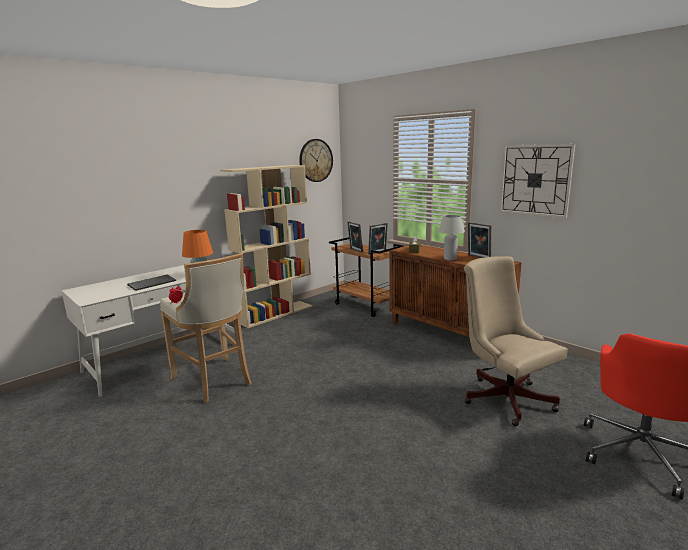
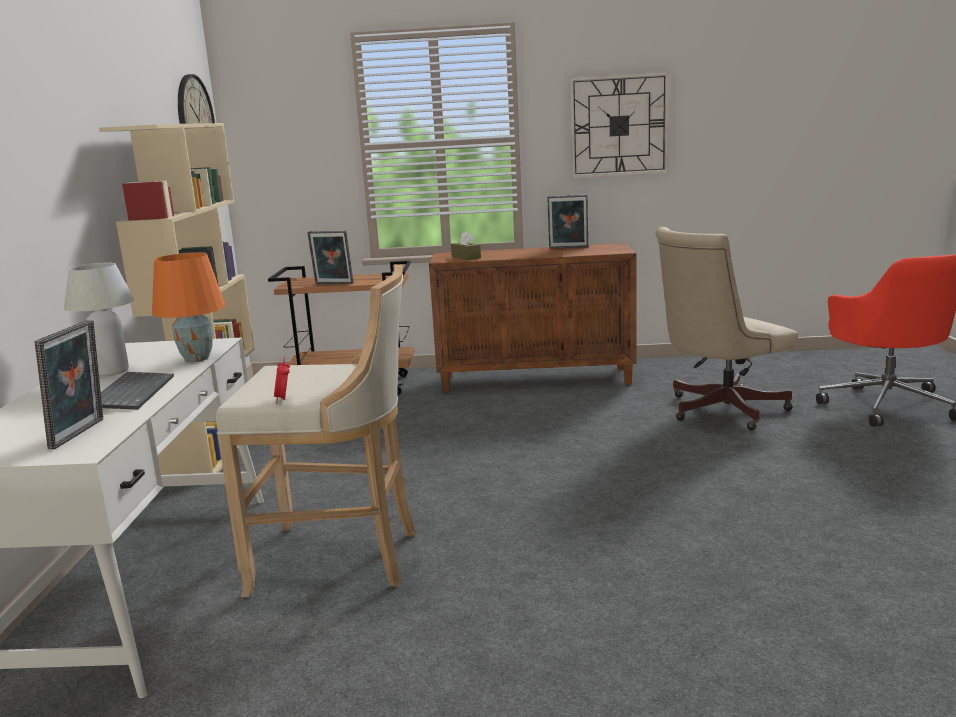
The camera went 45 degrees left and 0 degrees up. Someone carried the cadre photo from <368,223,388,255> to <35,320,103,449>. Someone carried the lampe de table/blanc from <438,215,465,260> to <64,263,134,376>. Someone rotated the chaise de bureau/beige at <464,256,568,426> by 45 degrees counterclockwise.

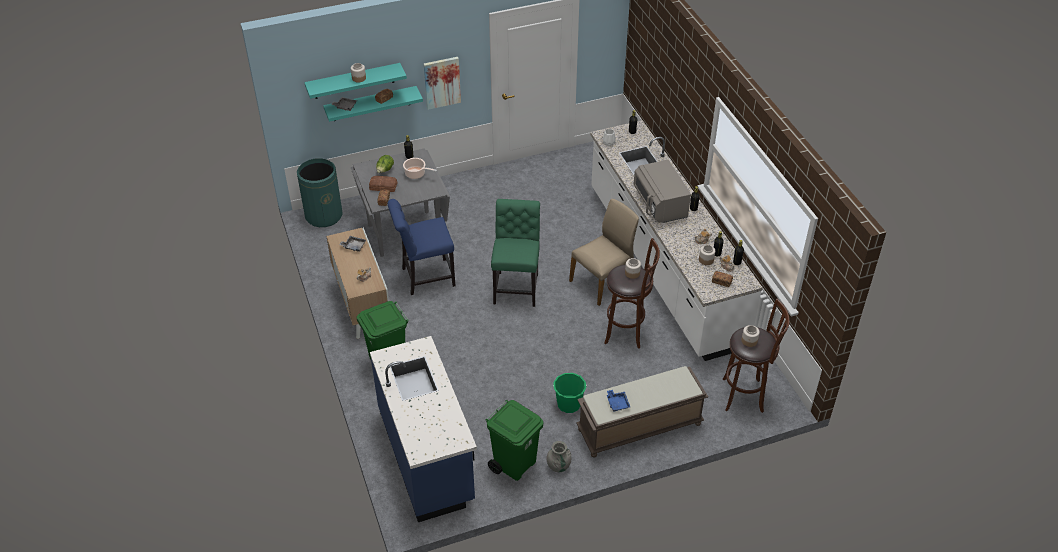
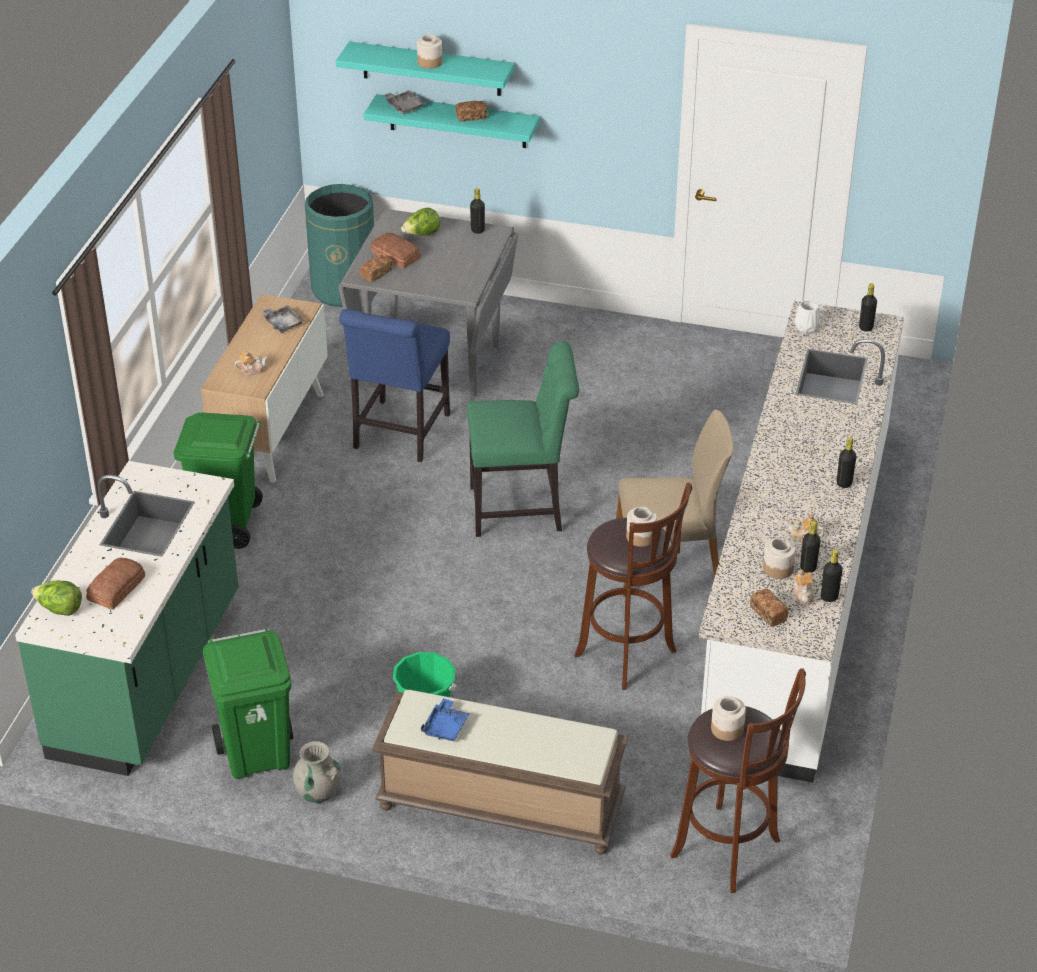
The camera went 35 degrees right and 5 degrees down. Someone took away the marmite at <403,158,437,179>. Someone took away the tableau at <424,57,461,110>. Someone took away the micro-ondes/gris at <634,160,691,223>. Someone put down the laitue at <31,580,82,616>. Someone put down the pain at <86,558,145,610>. Someone repainted the comptoir de cuisine/bleu at <370,336,477,522>, which became the comptoir de cuisine/vert at <15,461,239,776>. Someone rotated the chaise/bleu at <388,199,455,295> by 90 degrees counterclockwise. Someone rotated the chaise/vert at <491,199,540,307> by 45 degrees clockwise.

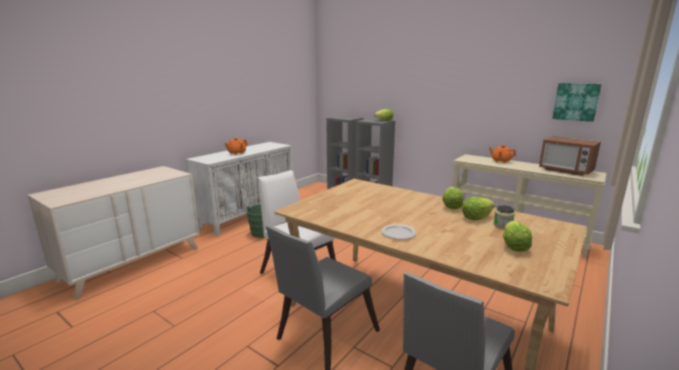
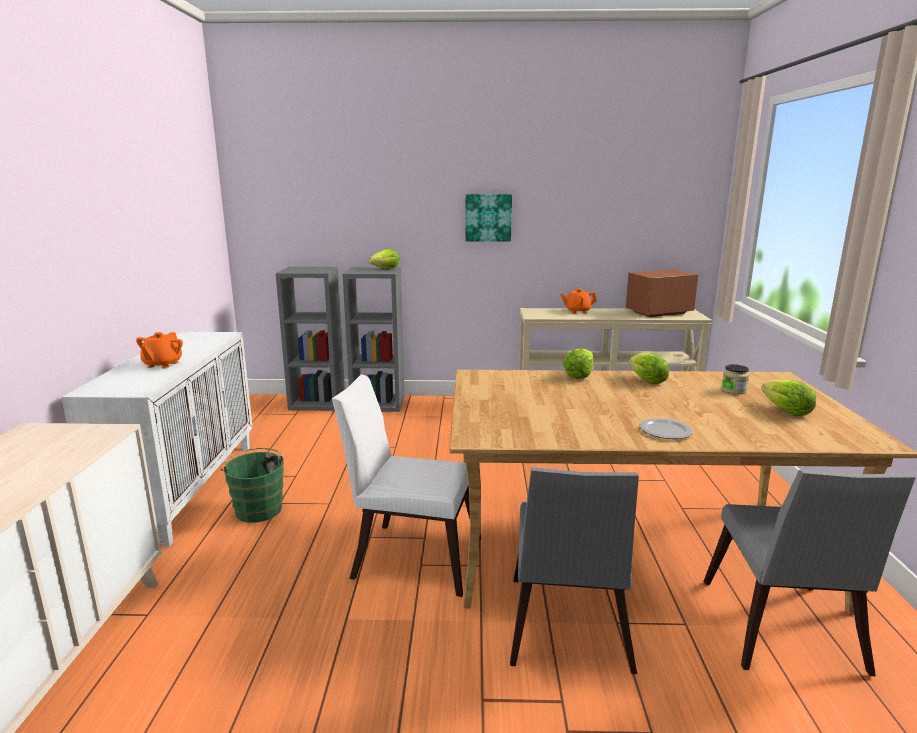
The camera went 35 degrees left and 0 degrees up. Someone carried the laitue from <462,197,495,220> to <563,349,593,379>. Someone carried the tableau from <552,83,602,122> to <465,194,512,242>. Someone rotated the micro-ondes at <539,136,601,176> by 150 degrees clockwise.

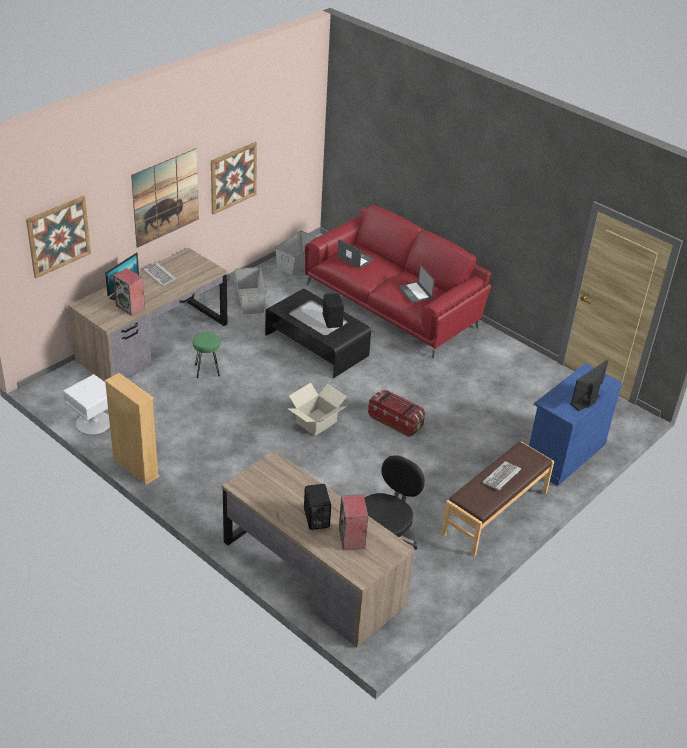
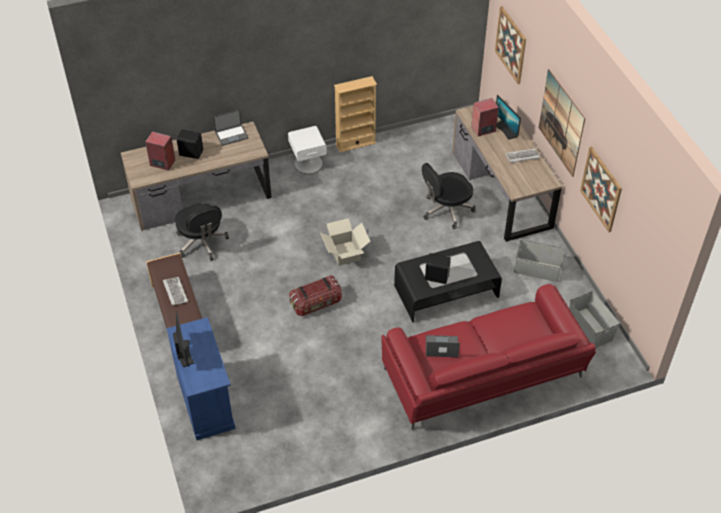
The camera went 120 degrees right and 10 degrees up. Someone carried the table de chevet/blanc from <62,374,110,435> to <288,126,327,174>. Someone carried the ordinateur portable from <337,239,374,269> to <213,110,249,146>. Someone swapped the tabouret/vert at <193,332,220,378> for the chaise de bureau/noir at <422,163,476,229>.

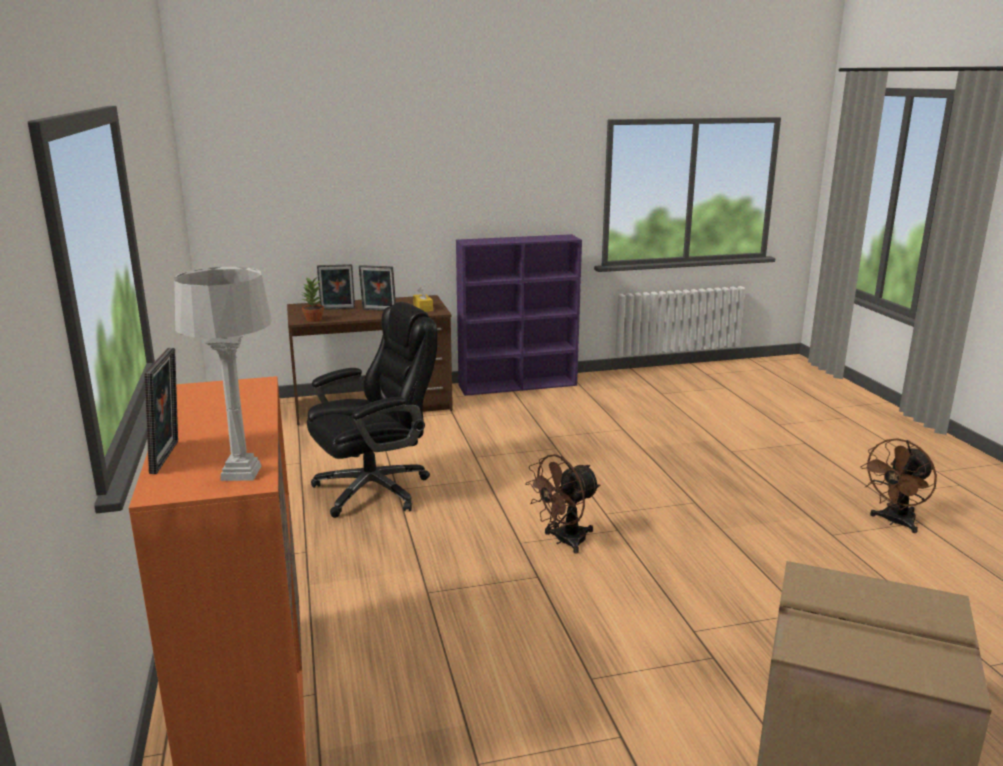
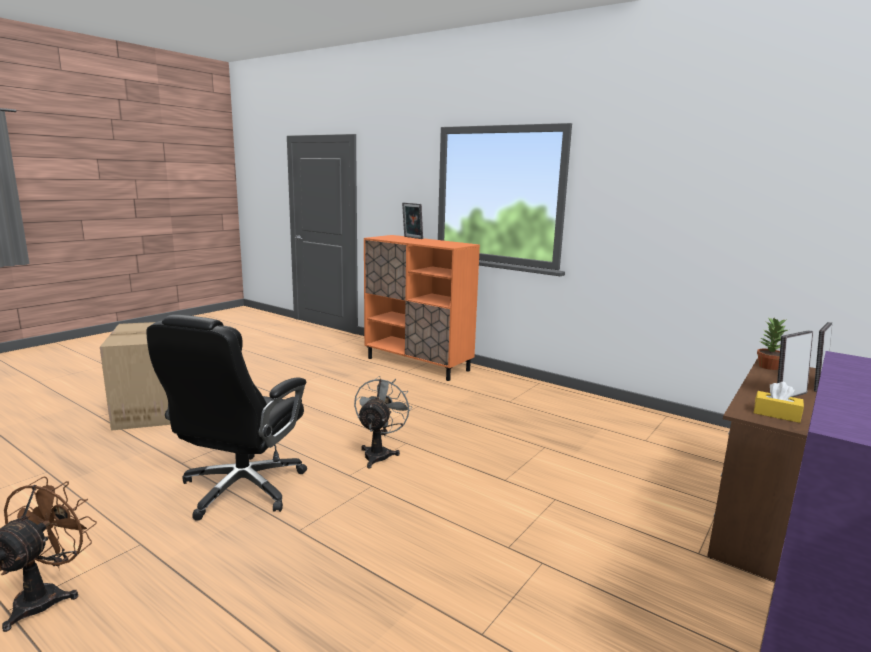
The camera went 140 degrees right and 5 degrees down. Someone took away the lampe de table/gris at <174,267,272,481>. Someone carried the chaise de bureau/noir from <307,302,437,518> to <146,315,307,521>. Someone repainted the ventilateur/marron at <525,454,600,554>, which became the ventilateur/gris at <354,376,412,468>.

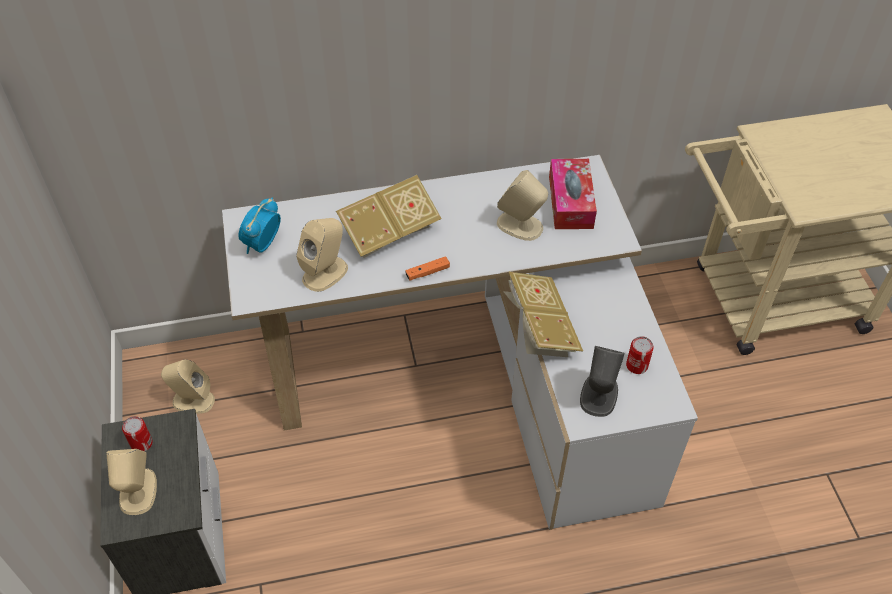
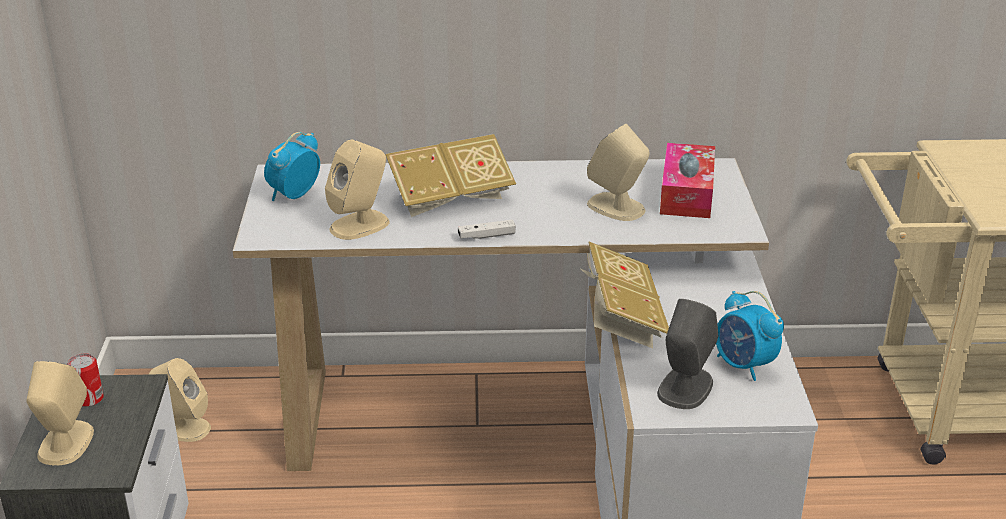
The camera went 10 degrees right and 20 degrees down. Someone swapped the boîte métallique at <626,336,654,374> for the réveil at <716,291,784,381>. Someone repainted the manette/orange at <406,256,450,280>, which became the manette/blanc at <458,220,516,239>.

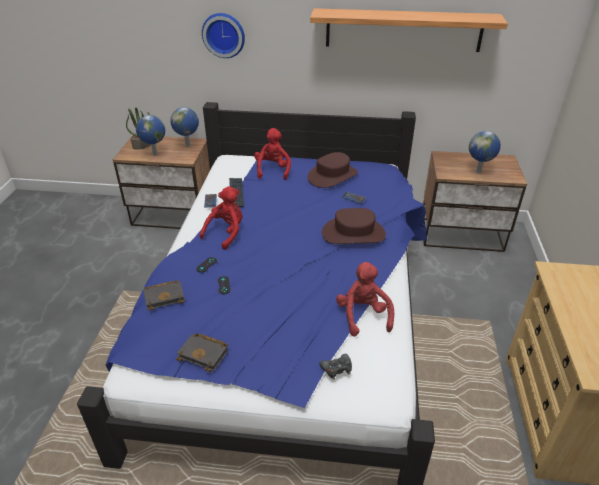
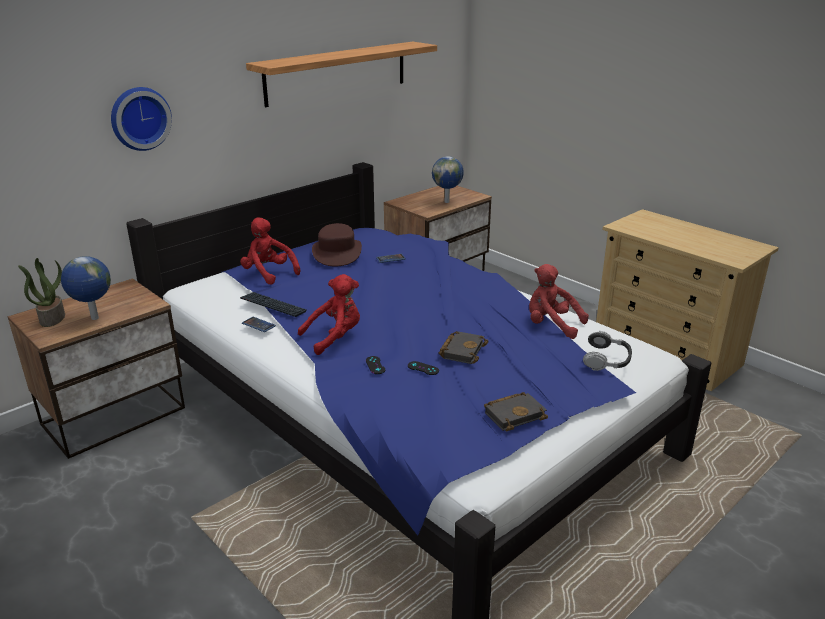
The camera went 50 degrees left and 10 degrees down. Someone took away the globe at <170,107,199,147>. Someone took away the chapeau/marron at <322,208,386,244>. Someone carried the livre/noir from <143,281,185,311> to <439,331,489,364>. Someone swapped the manette/noir at <319,354,352,380> for the casque audio at <583,331,632,371>. Someone rotated the peluche/rouge at <199,186,243,250> by 75 degrees clockwise.

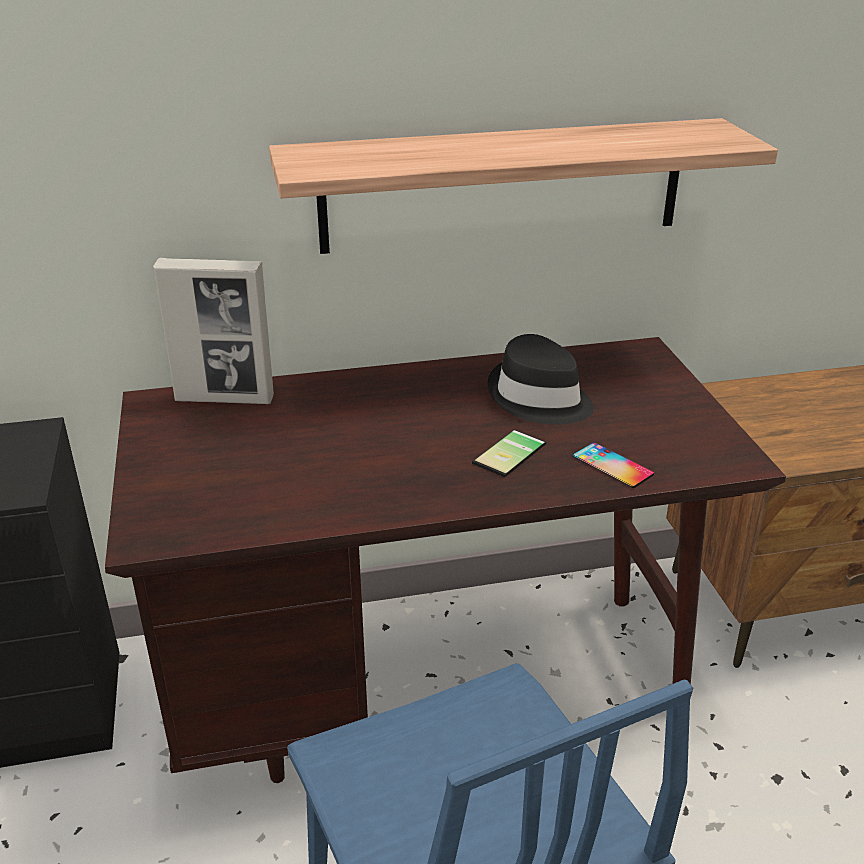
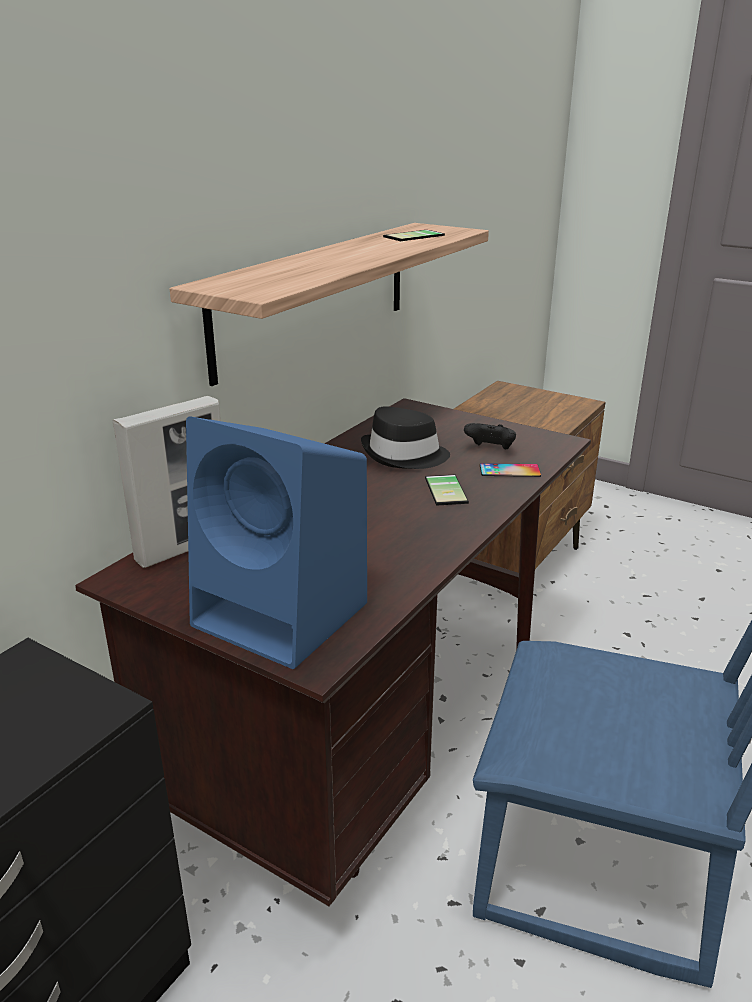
The camera went 45 degrees left and 5 degrees down. Someone put down the enceinte/bleu at <186,416,367,669>. Someone put down the téléphone at <383,230,445,241>. Someone put down the manette/noir at <464,423,516,450>.

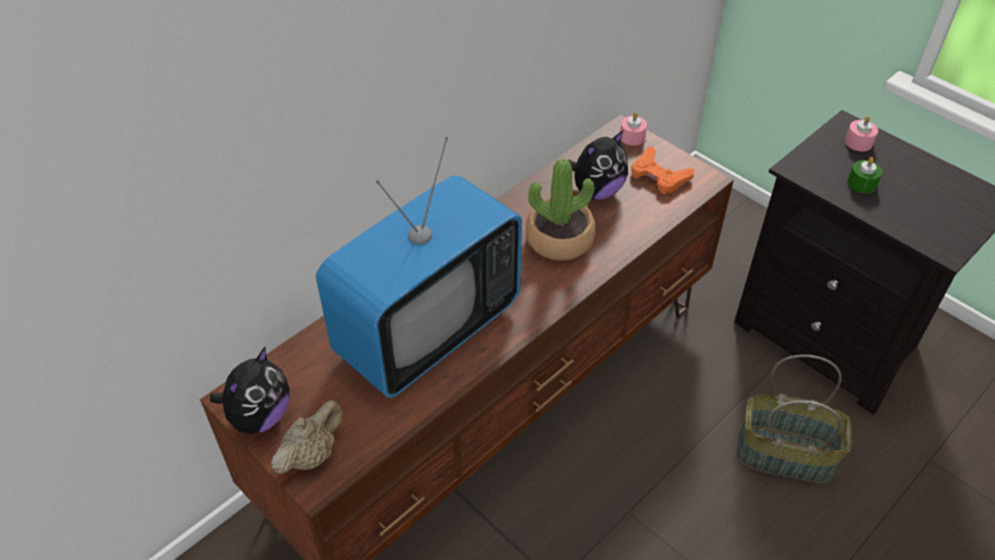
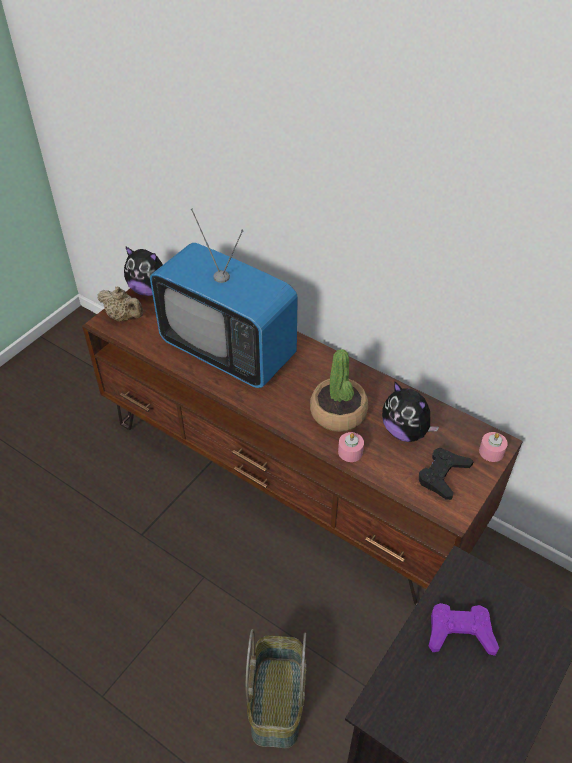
The camera went 80 degrees right and 0 degrees up. Someone carried the bougie/rose from <845,116,878,151> to <338,432,364,462>. Someone swapped the bougie/vert at <847,157,882,193> for the manette/violet at <429,603,499,656>. Someone repainted the manette/orange at <631,146,694,194>, which became the manette/noir at <419,448,474,500>.

